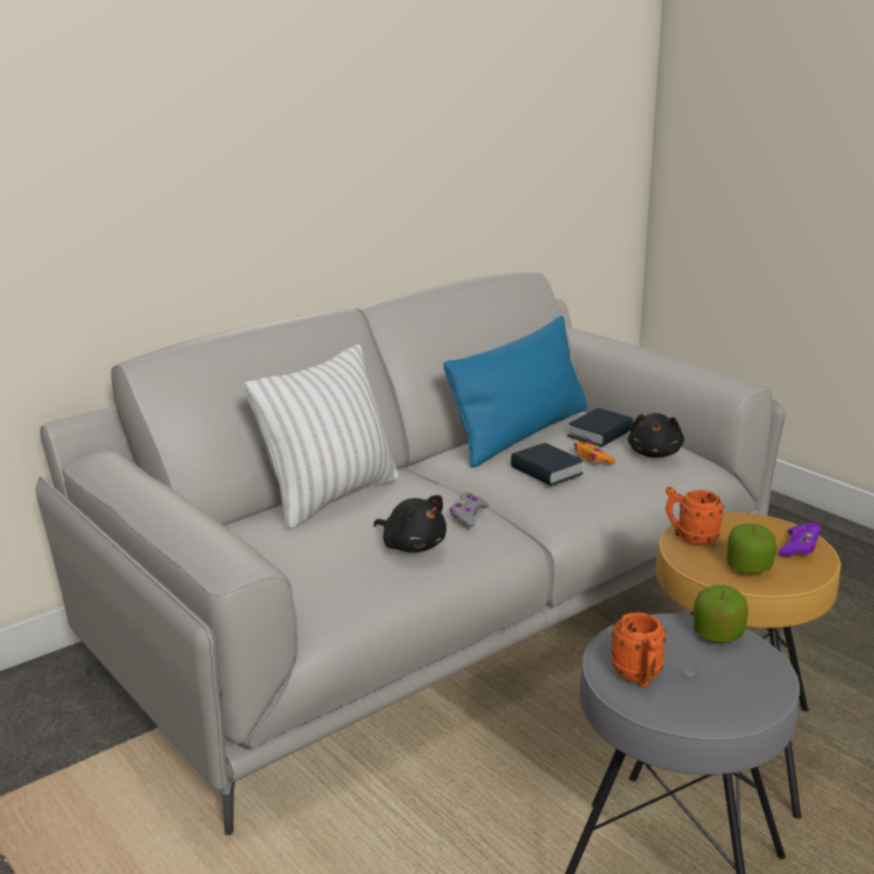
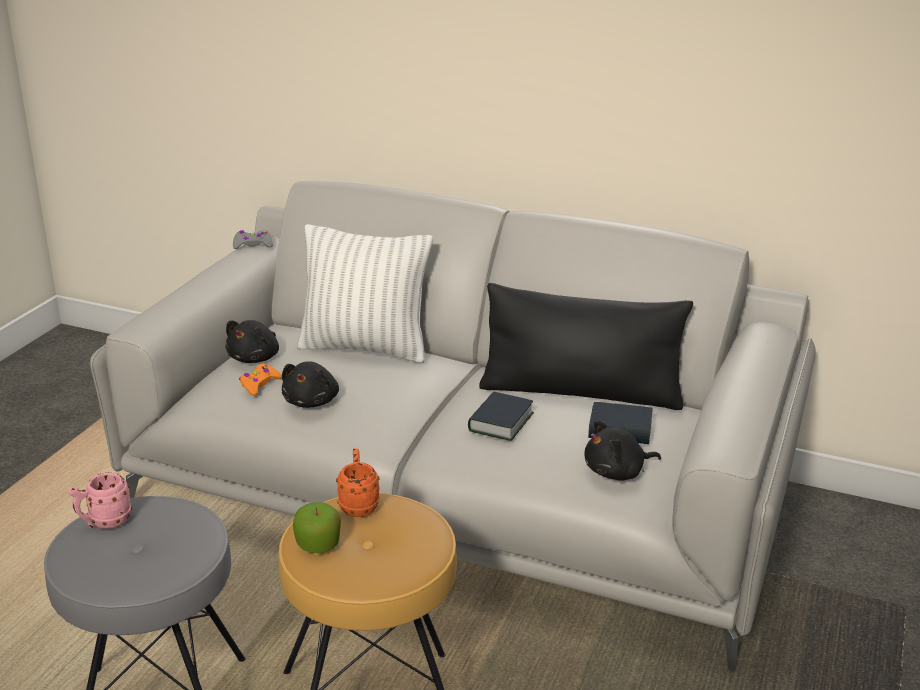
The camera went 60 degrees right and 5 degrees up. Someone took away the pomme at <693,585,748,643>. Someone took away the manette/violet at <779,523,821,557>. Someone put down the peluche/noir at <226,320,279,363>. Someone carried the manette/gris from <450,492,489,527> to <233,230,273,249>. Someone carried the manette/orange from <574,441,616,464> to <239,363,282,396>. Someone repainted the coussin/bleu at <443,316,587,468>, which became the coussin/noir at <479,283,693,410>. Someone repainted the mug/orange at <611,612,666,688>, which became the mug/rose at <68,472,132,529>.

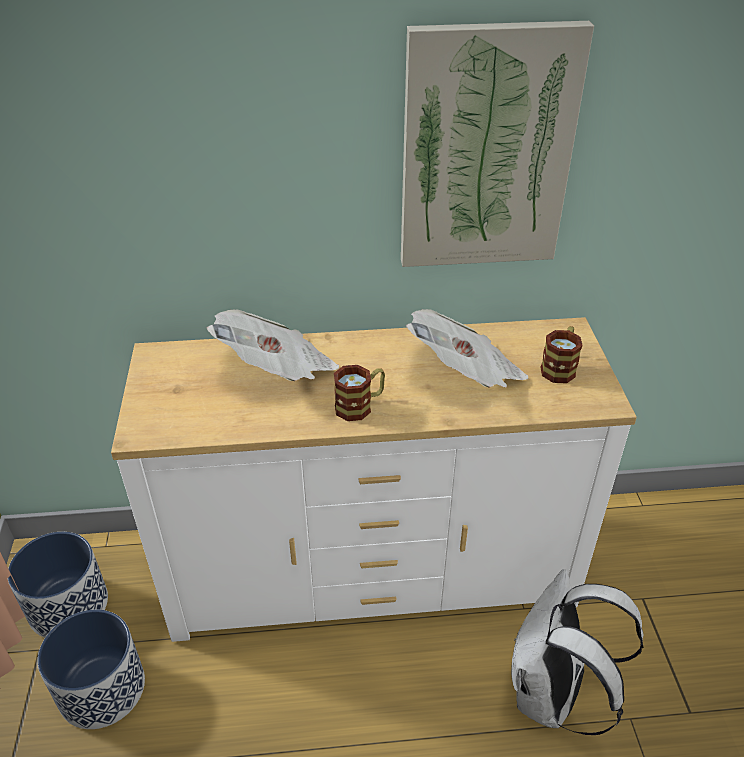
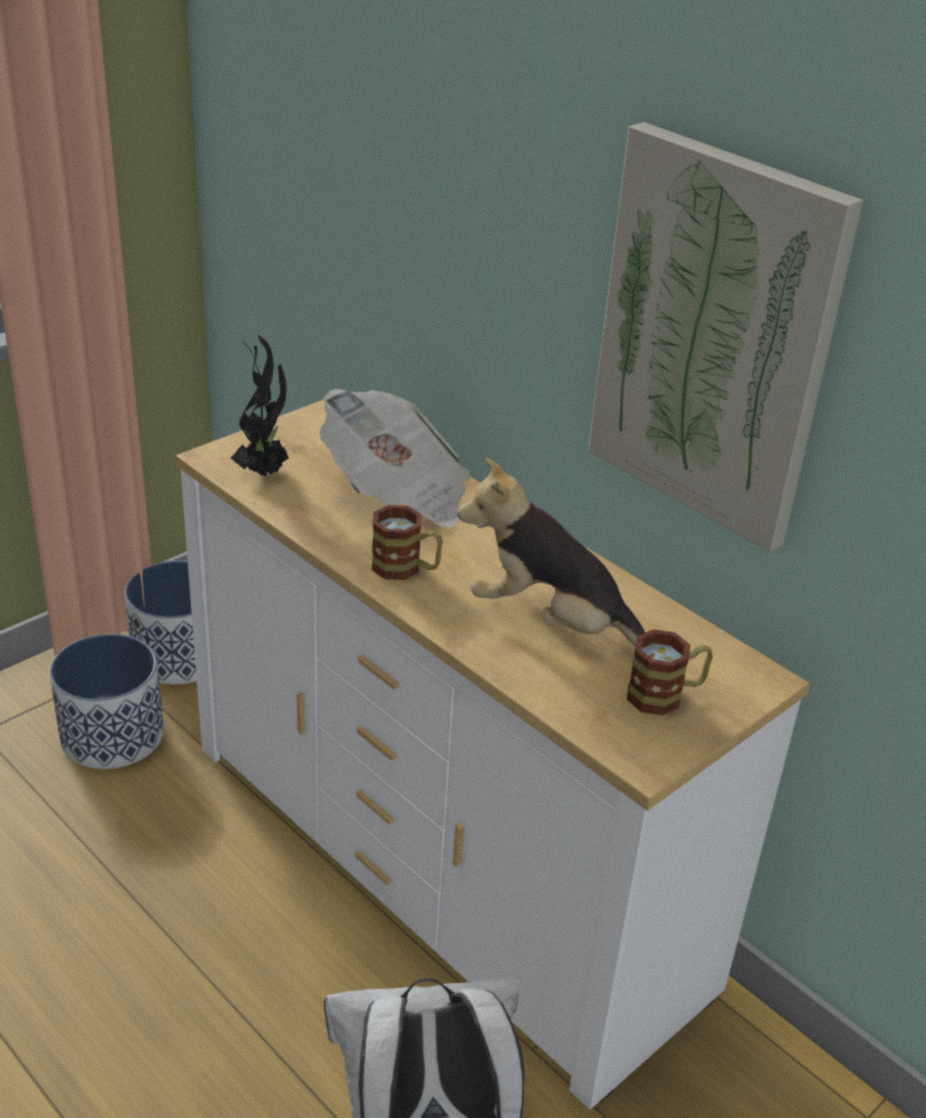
The camera went 50 degrees right and 5 degrees down. Someone put down the plante en pot at <231,334,289,476>. Someone swapped the journal at <406,309,528,387> for the peluche at <457,458,645,646>.

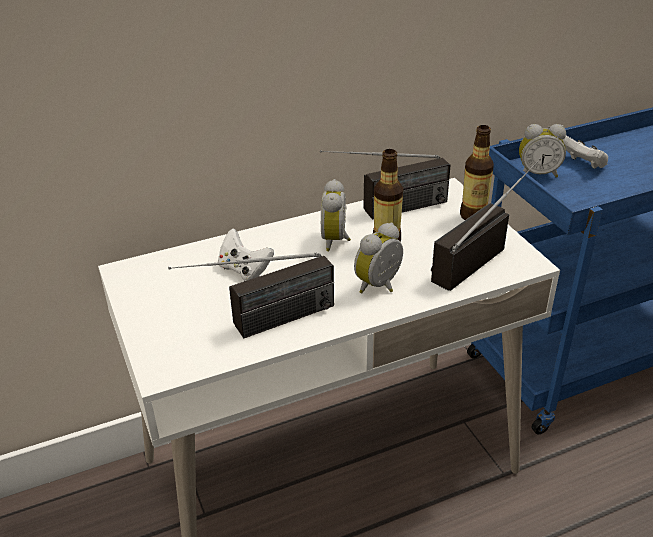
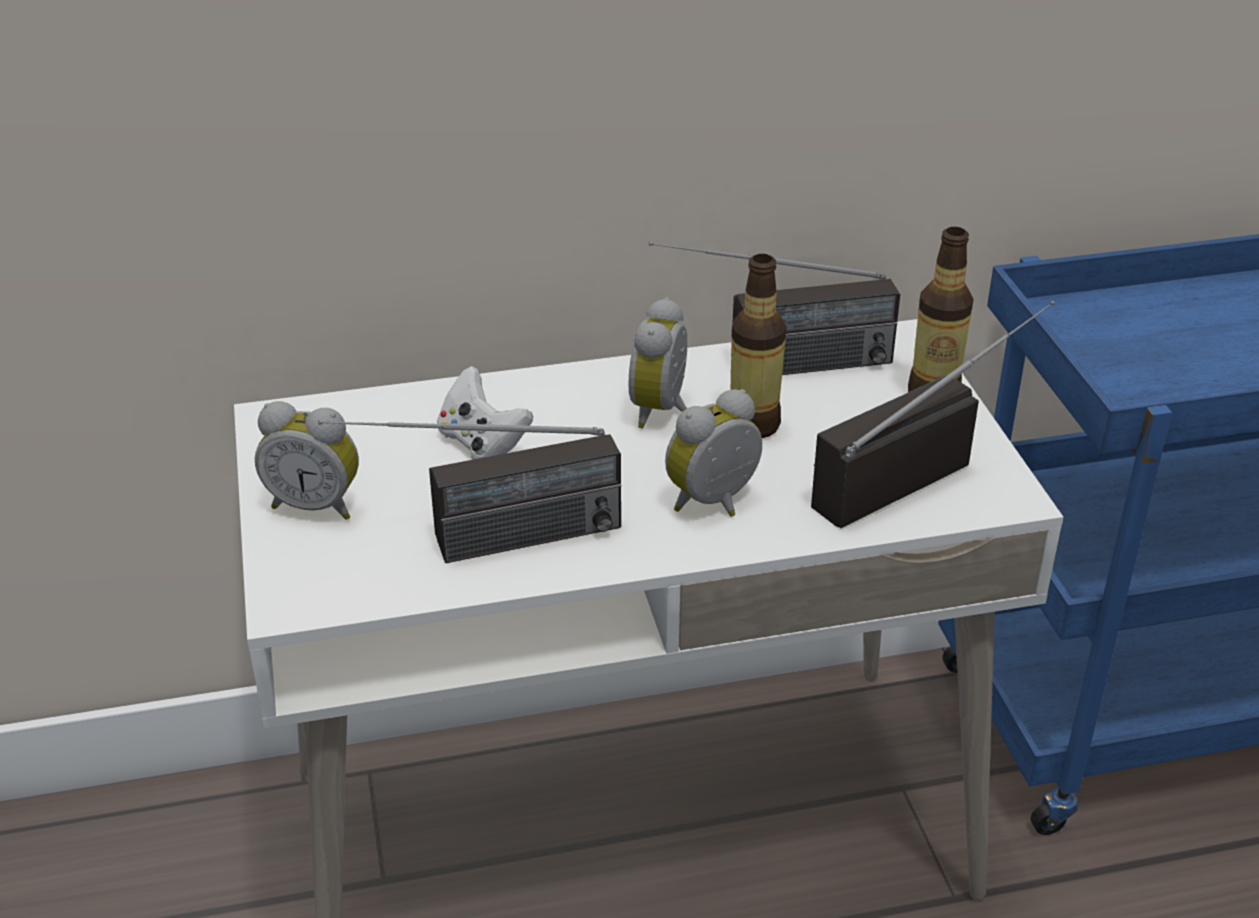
The camera went 10 degrees right and 0 degrees up. Someone took away the manette/blanc at <563,136,608,169>. Someone carried the réveil from <519,124,566,178> to <255,401,359,520>.

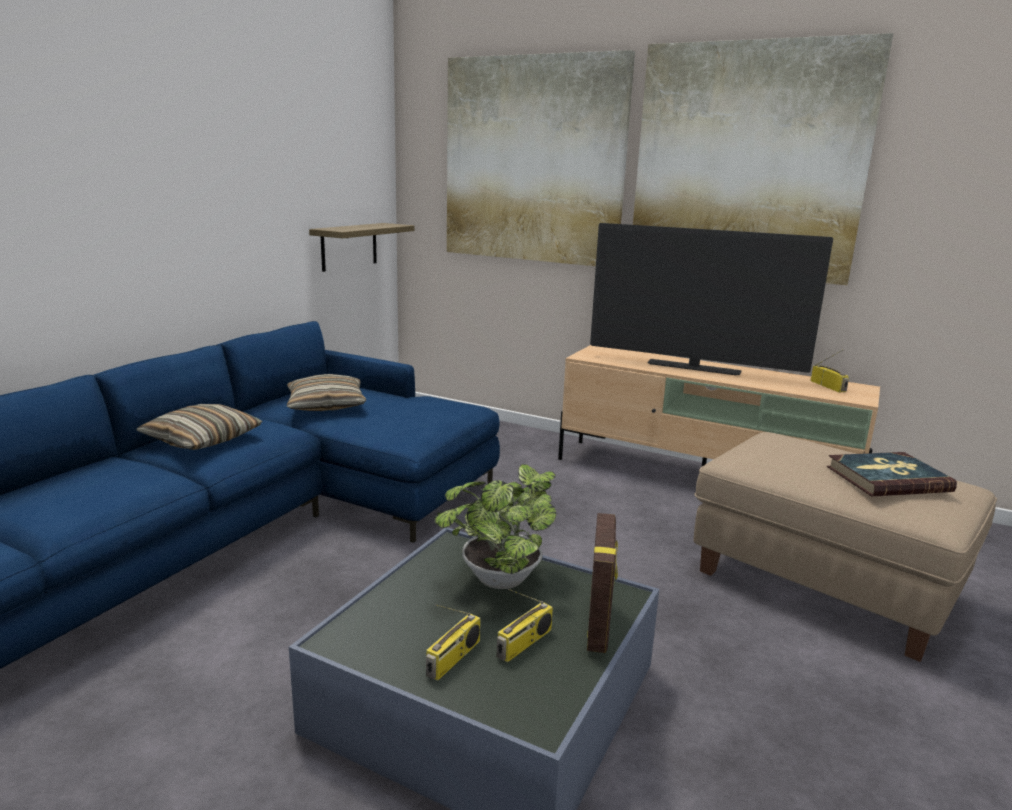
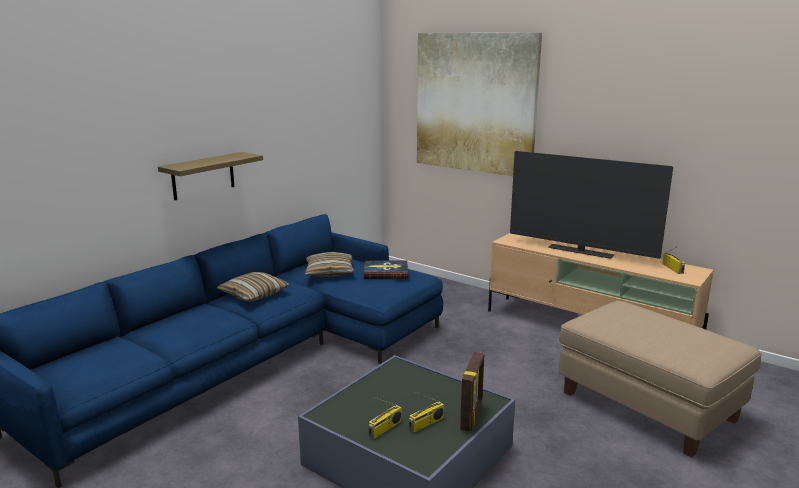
The camera went 10 degrees right and 0 degrees up. Someone took away the plante en pot at <435,464,557,589>. Someone took away the tableau at <633,33,893,285>. Someone carried the étagère from <309,223,415,272> to <158,152,263,200>. Someone carried the livre from <827,452,957,497> to <364,260,408,279>.

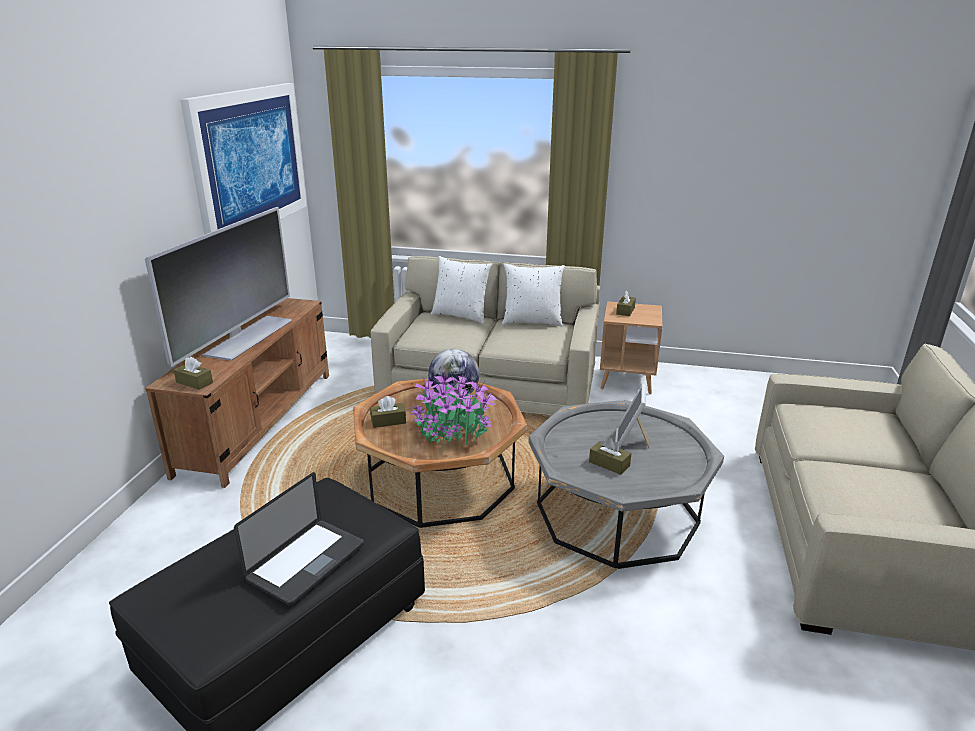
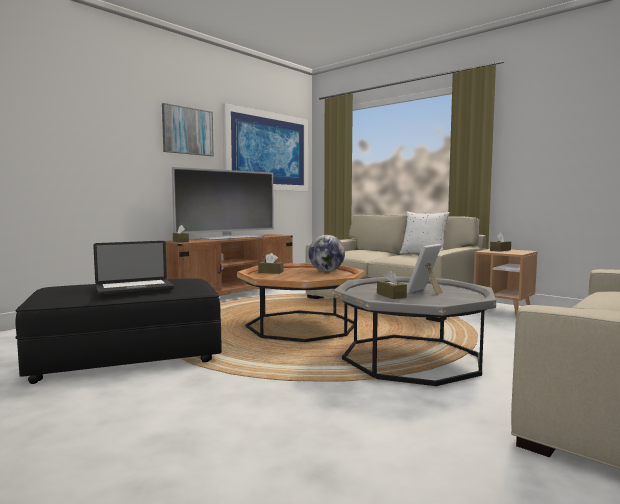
The camera went 30 degrees right and 20 degrees down. Someone took away the plante en pot at <410,372,497,445>. Someone took away the coussin/blanc at <431,256,492,324>. Someone put up the tableau at <162,103,214,156>.

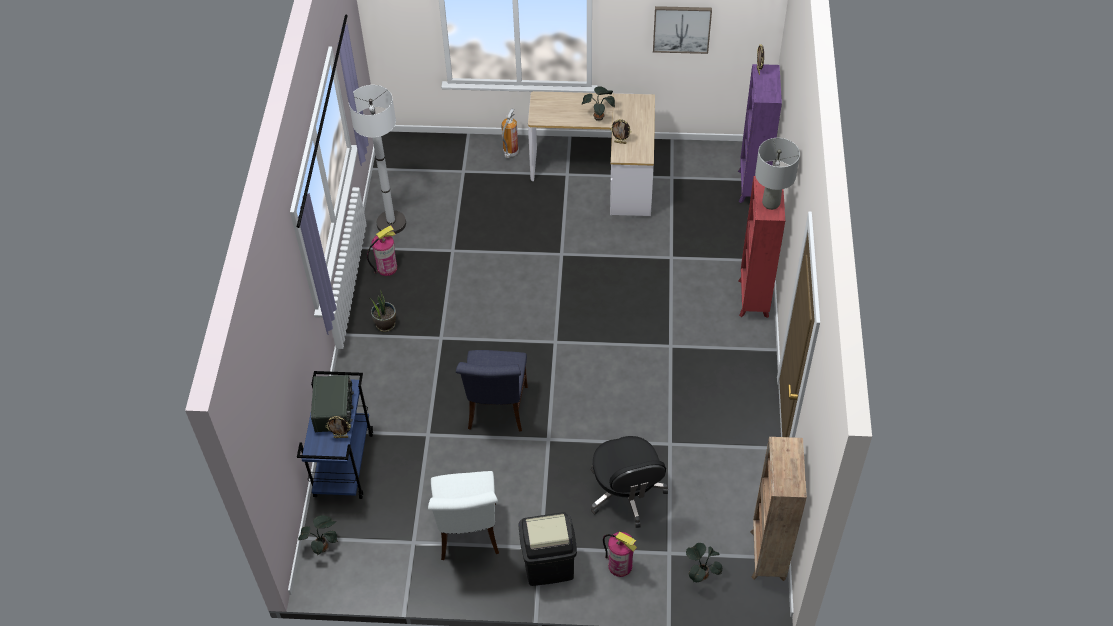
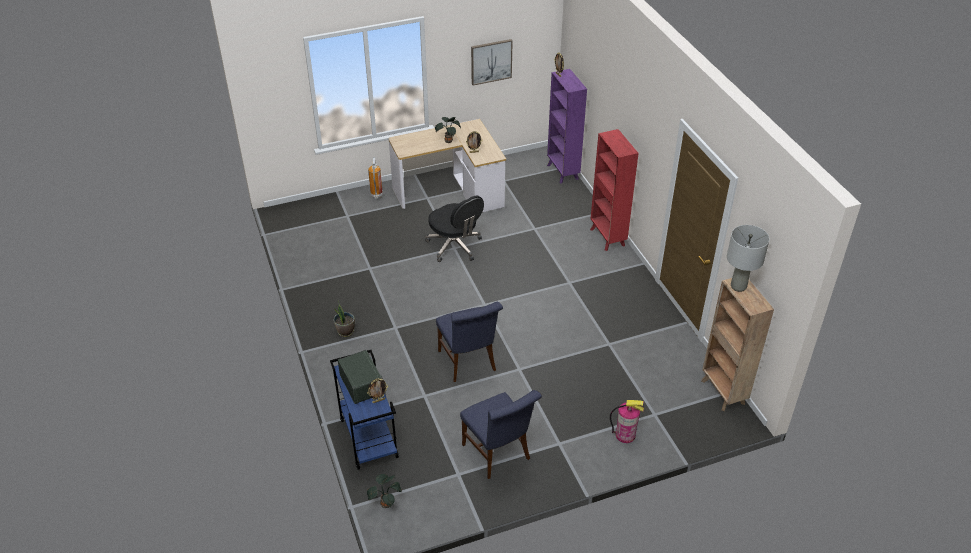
The camera went 25 degrees left and 10 degrees down. Someone took away the lampadaire/blanc at <349,85,406,234>. Someone took away the extincteur at <367,226,397,276>. Someone took away the poubelle/noir at <519,512,577,586>. Someone took away the plante en pot at <686,543,722,582>. Someone carried the chaise de bureau/noir from <591,436,668,528> to <425,196,484,262>. Someone carried the lampe de table/gris from <755,138,800,210> to <727,225,770,292>. Someone repainted the chaise/blanc at <428,471,499,560>, which became the chaise/bleu at <460,390,542,479>.

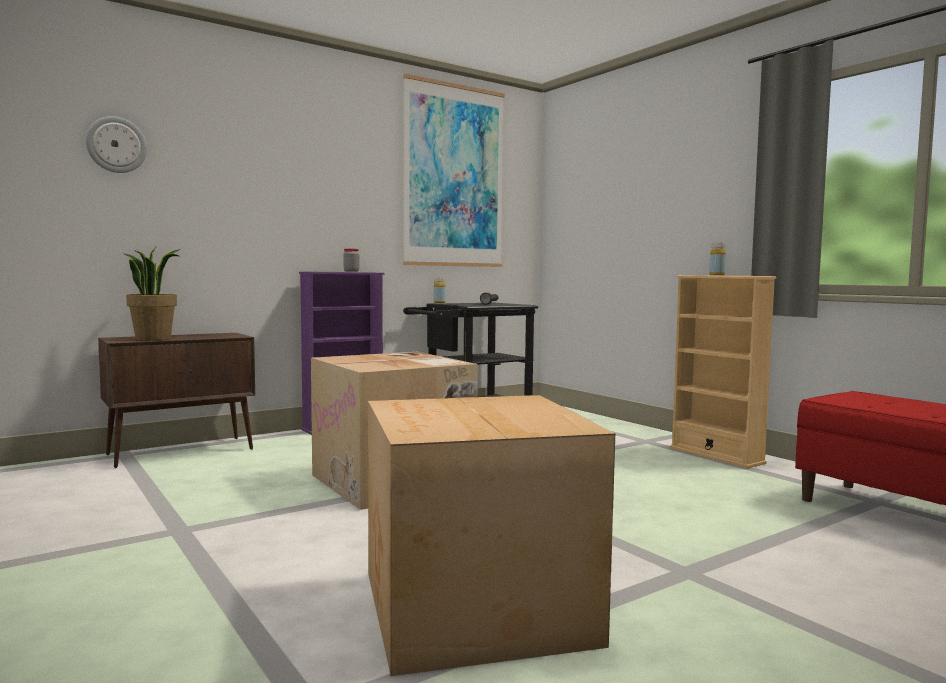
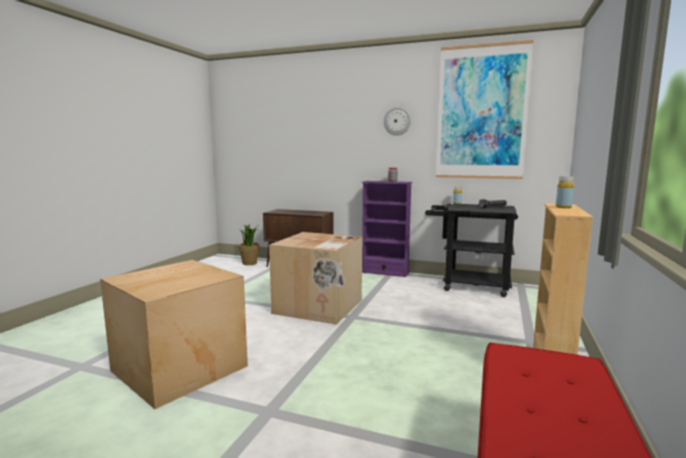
The camera went 55 degrees right and 5 degrees up. Someone carried the horloge murale from <86,116,147,173> to <384,107,411,135>. Someone carried the plante en pot from <123,247,180,341> to <239,224,259,265>.

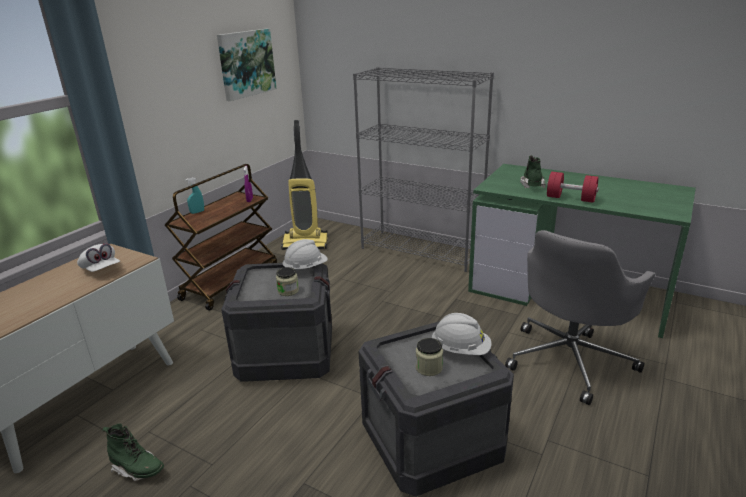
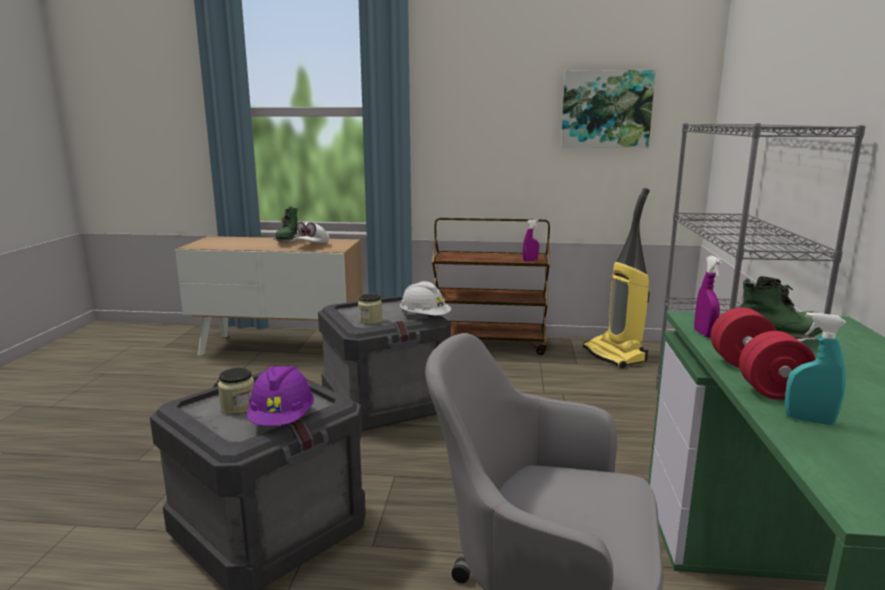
The camera went 65 degrees right and 10 degrees down. Someone put down the vaporisateur/violet at <694,256,722,338>. Someone carried the botte/vert from <103,423,164,481> to <273,206,300,243>. Someone carried the vaporisateur/turquoise from <185,177,204,214> to <785,312,846,425>. Someone repainted the casque de chantier/blanc at <432,313,492,355>, which became the casque de chantier/violet at <247,366,314,426>.

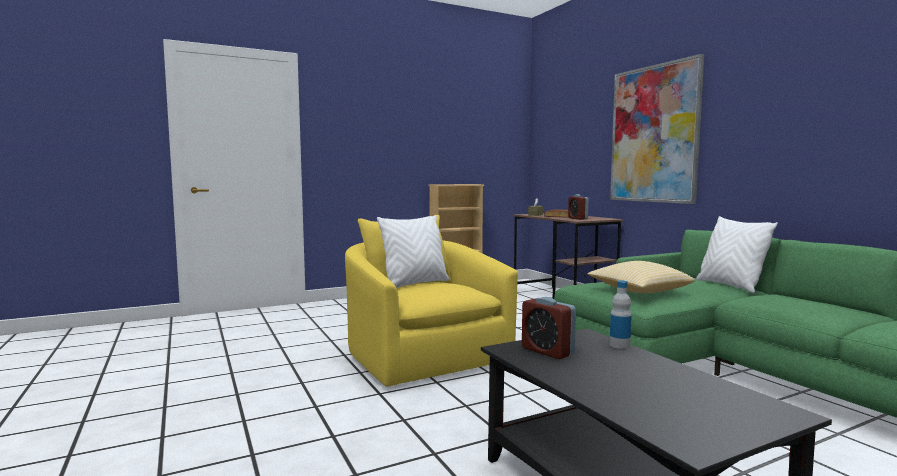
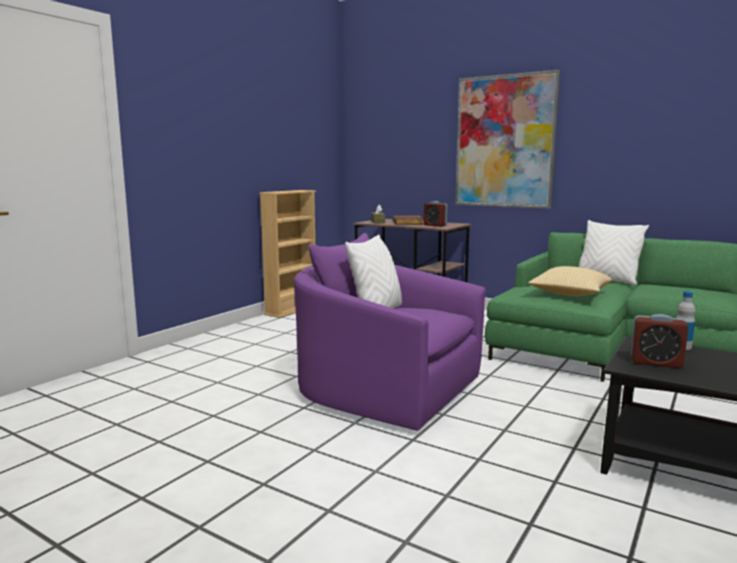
The camera went 30 degrees left and 5 degrees up. Someone repainted the fauteuil/jaune at <345,215,518,387>, which became the fauteuil/violet at <294,233,486,431>.

